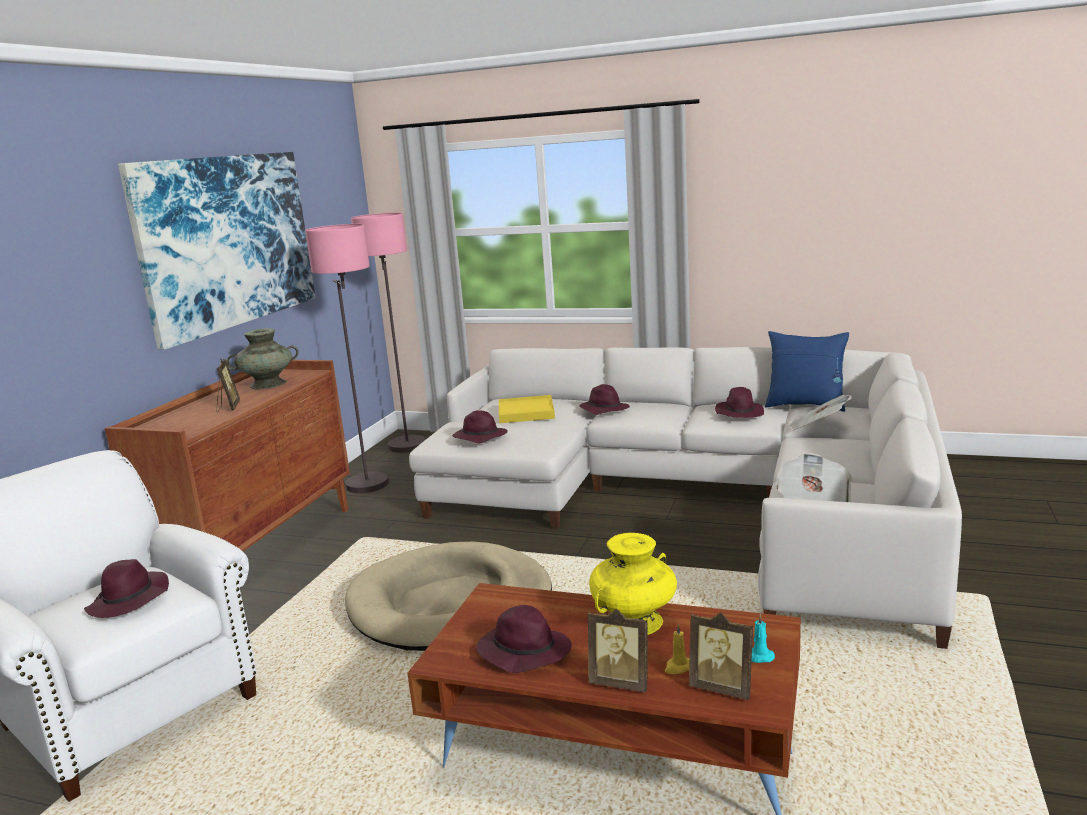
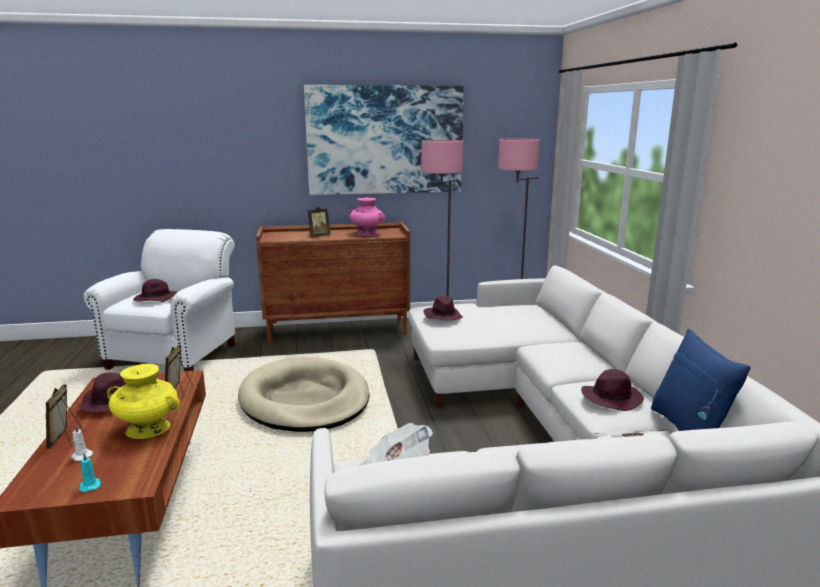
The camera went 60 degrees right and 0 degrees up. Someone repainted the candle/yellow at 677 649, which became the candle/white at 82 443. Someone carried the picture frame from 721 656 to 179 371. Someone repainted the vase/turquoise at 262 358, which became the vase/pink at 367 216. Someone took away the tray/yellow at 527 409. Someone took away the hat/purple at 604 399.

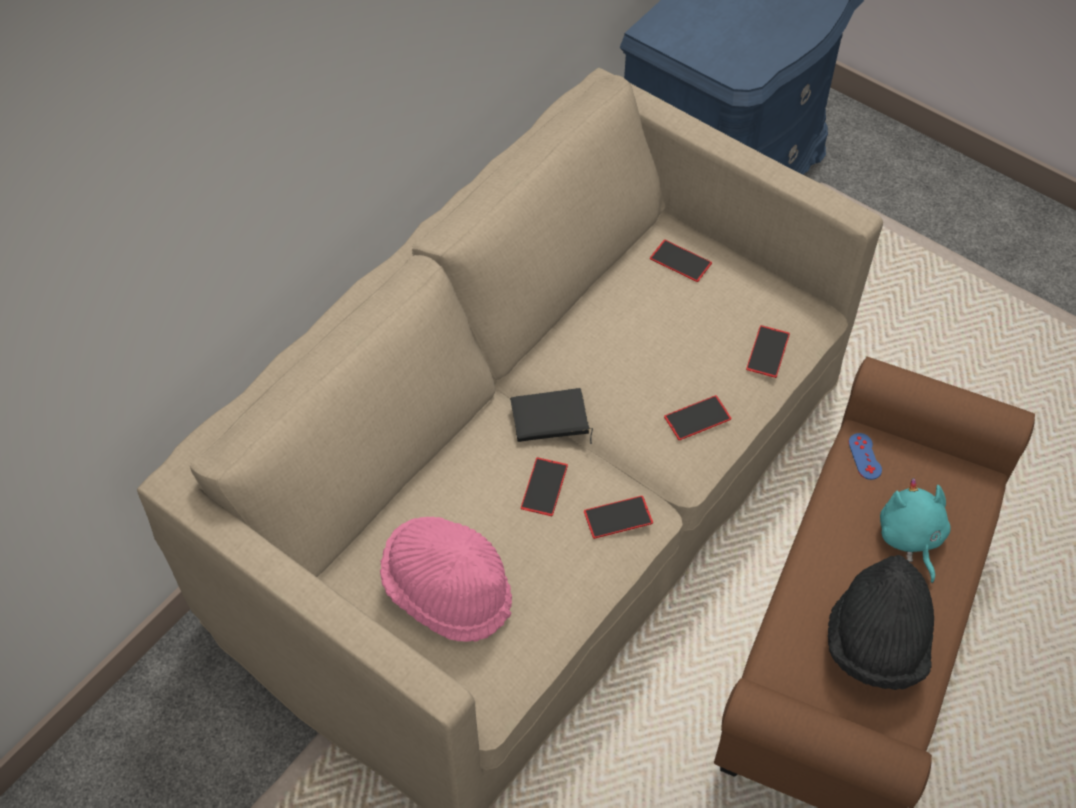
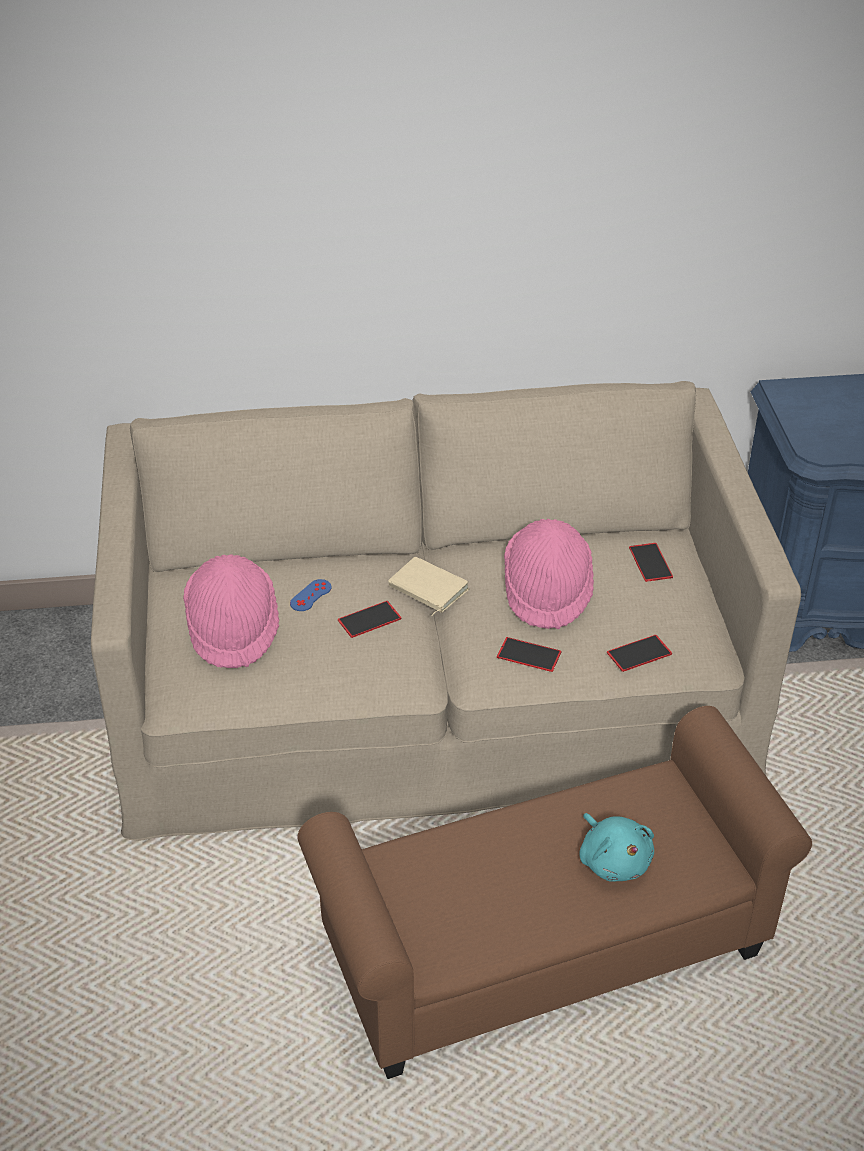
The camera went 45 degrees right and 15 degrees down. Someone carried the game controller/blue from 865 456 to 311 595. Someone repainted the book/black at 551 416, which became the book/beige at 428 586. Someone put down the hat/pink at 549 574. Someone rotated the plush toy/turquoise at 915 530 by 120 degrees clockwise. Someone took away the phone at 618 517. Someone took away the hat/black at 881 622.

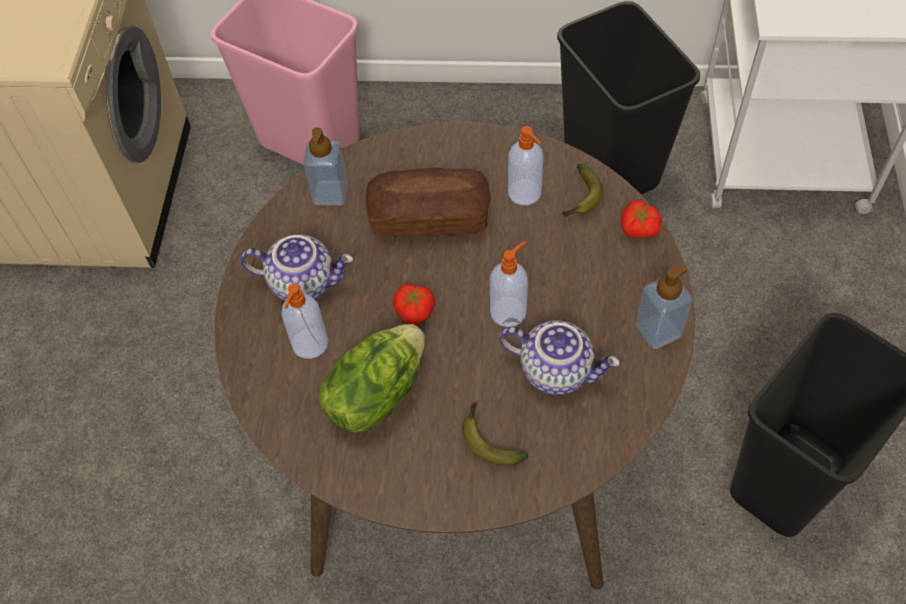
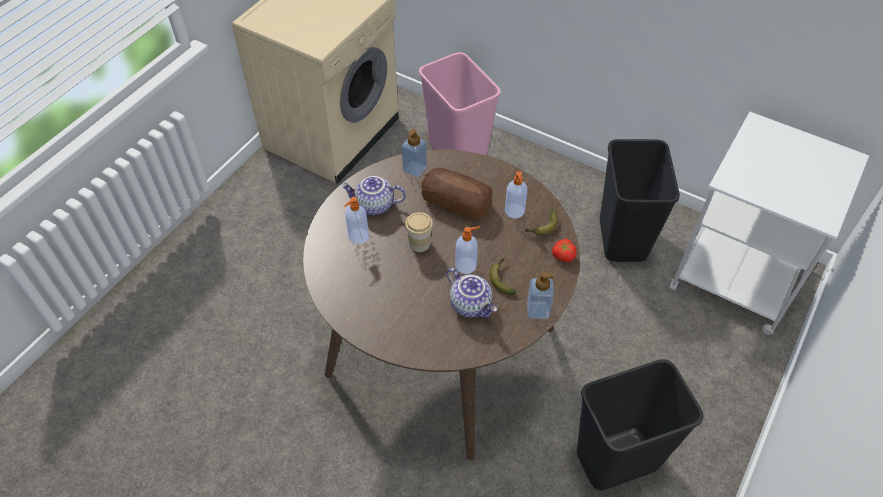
The camera went 25 degrees right and 5 degrees down. Someone rotated the teapot at 297 267 by 150 degrees clockwise. Someone swapped the tomato at 414 304 for the cup at 419 232. Someone carried the banana from 495 434 to 502 276. Someone took away the lettuce at 371 378.

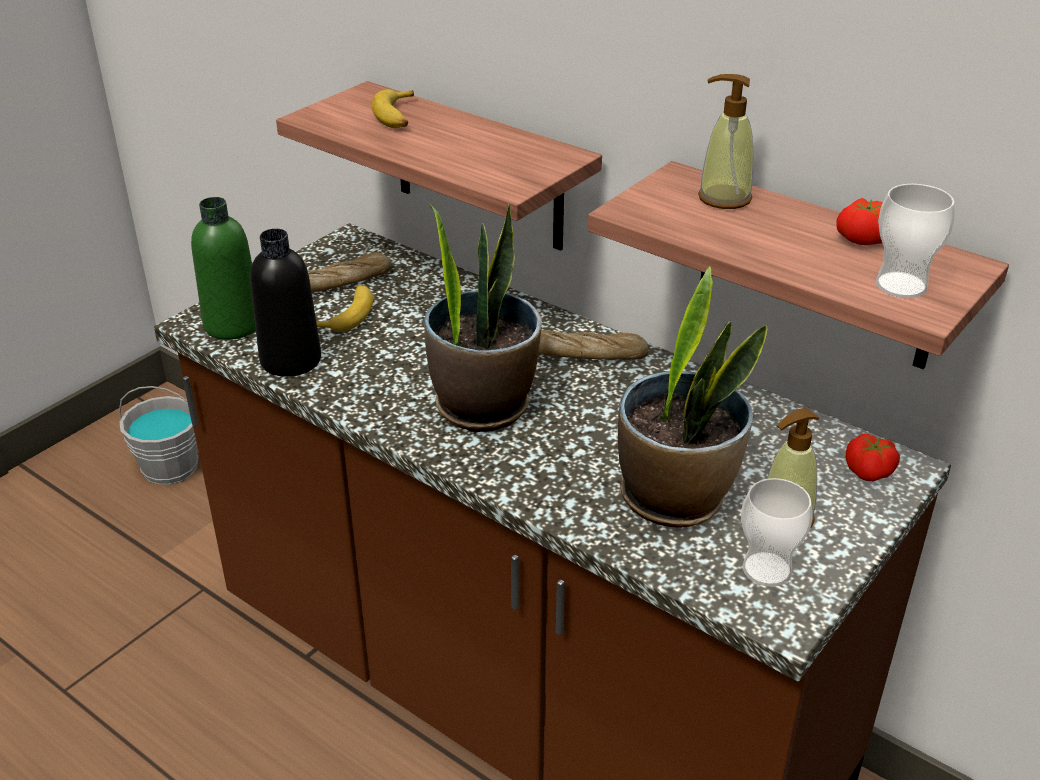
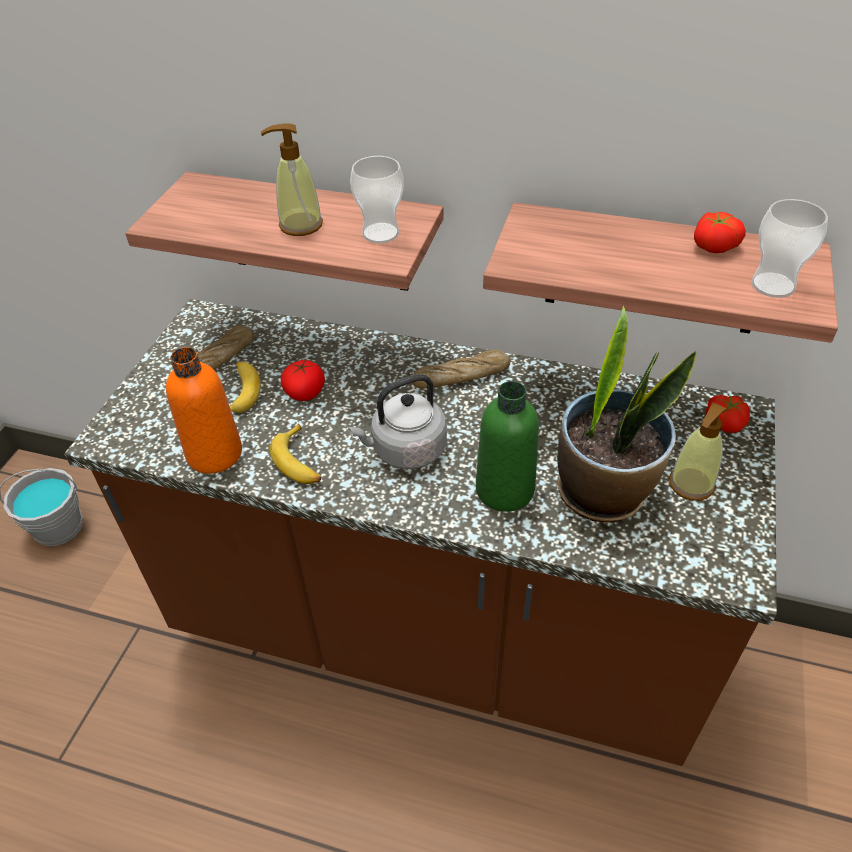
The camera went 20 degrees left and 10 degrees up. Someone repainted the bottle/black at 285 303, which became the bottle/orange at 204 410. Someone carried the soap dispenser from 726 141 to 292 179. Someone carried the banana from 392 108 to 295 453. Someone put down the tomato at 303 380. Someone swapped the potted plant at 483 317 for the kettle/grey at 397 421. Someone carried the cup from 777 532 to 377 199. Someone carried the bottle/green from 223 268 to 507 446.

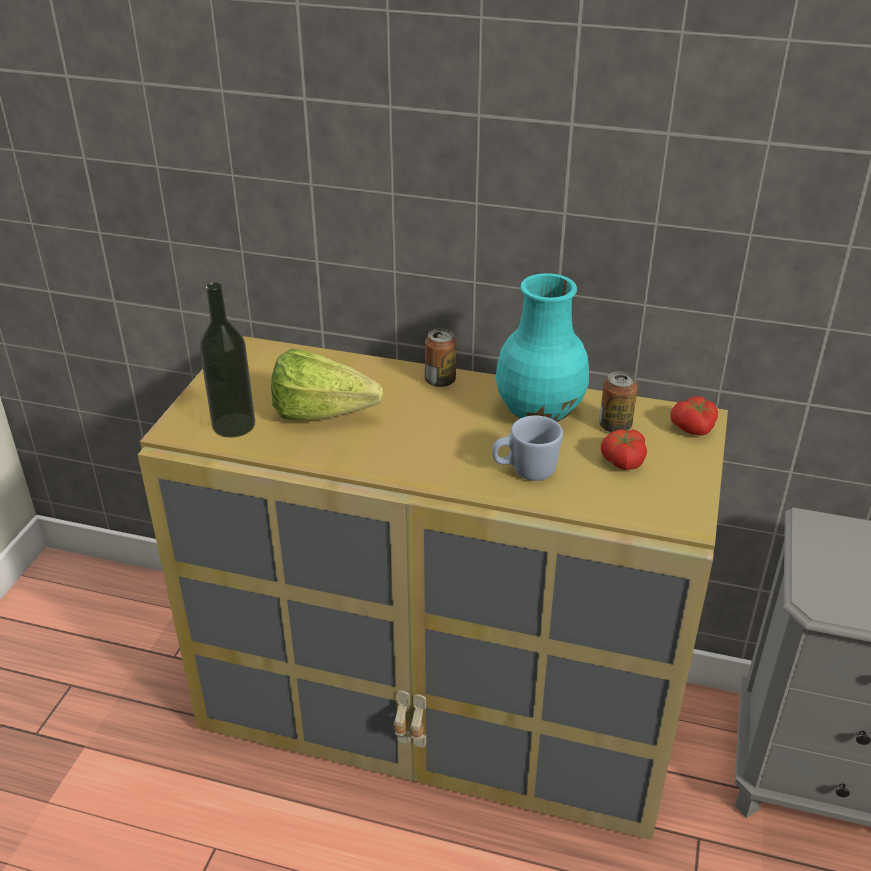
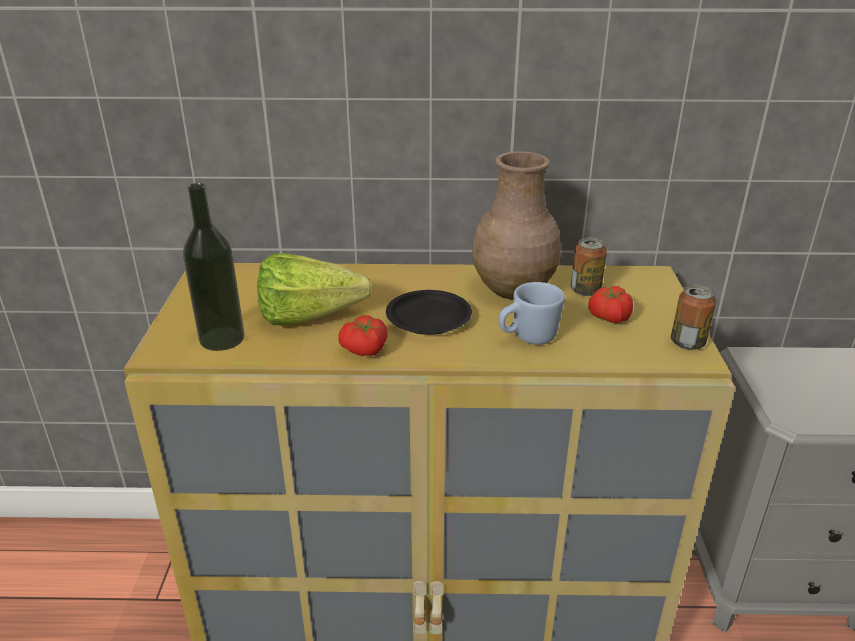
The camera went 15 degrees left and 5 degrees down. Someone carried the tomato from 694 416 to 363 335. Someone put down the plate/black at 429 312. Someone repainted the vase/turquoise at 542 347, which became the vase/brown at 516 225. Someone carried the can from 441 357 to 693 317.

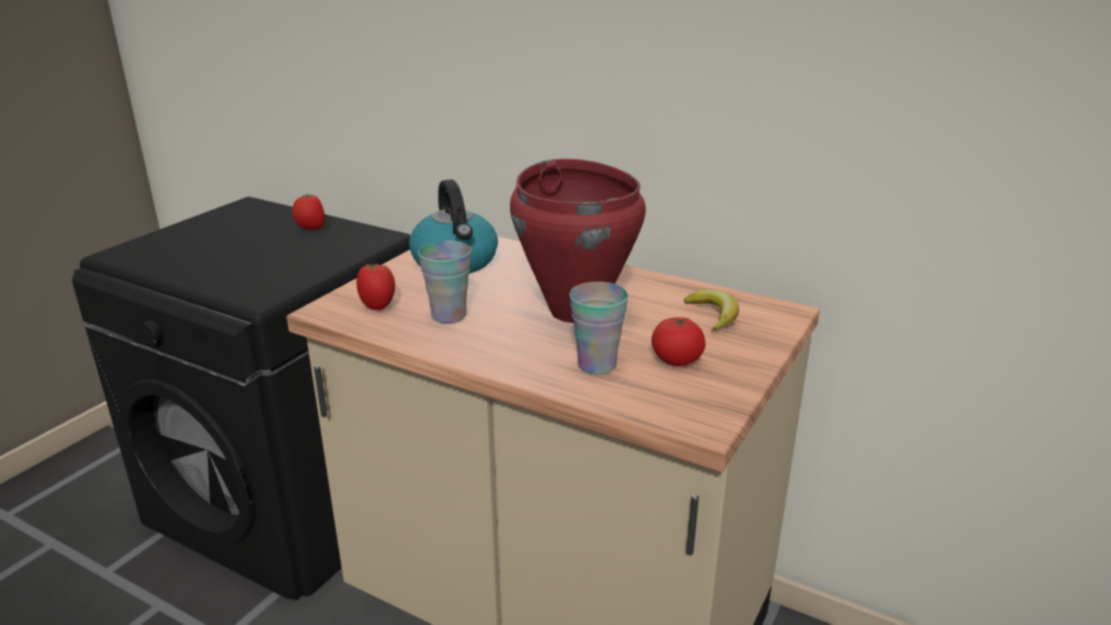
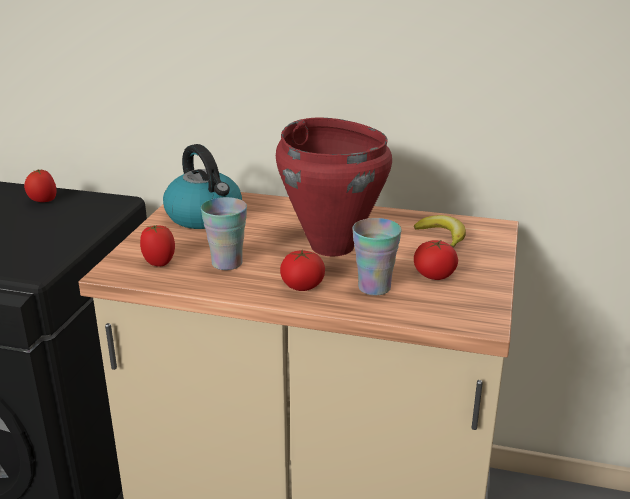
The camera went 15 degrees left and 0 degrees up. Someone put down the tomato at 302 270.

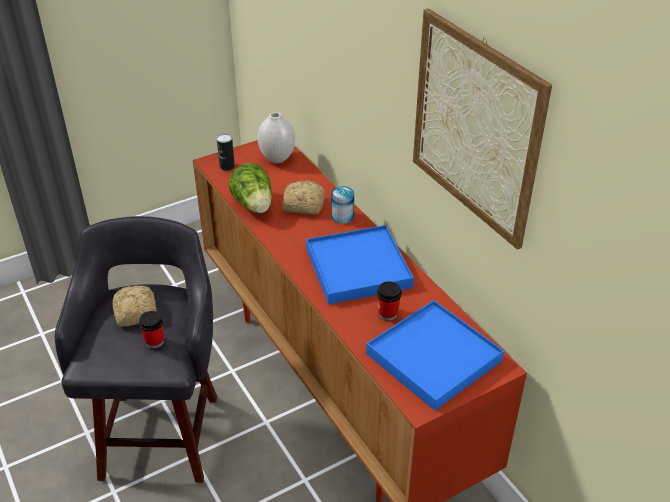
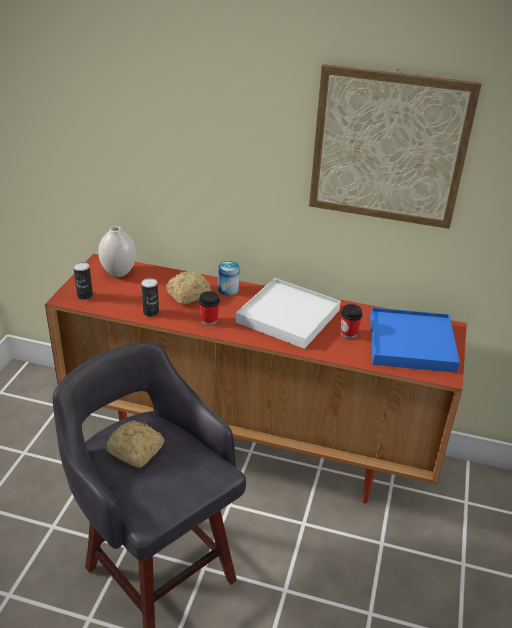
The camera went 45 degrees left and 5 degrees down. Someone swapped the lettuce at 250 188 for the can at 150 297. Someone carried the cup from 151 329 to 209 308. Someone repainted the tray/blue at 360 264, which became the tray/white at 288 313.

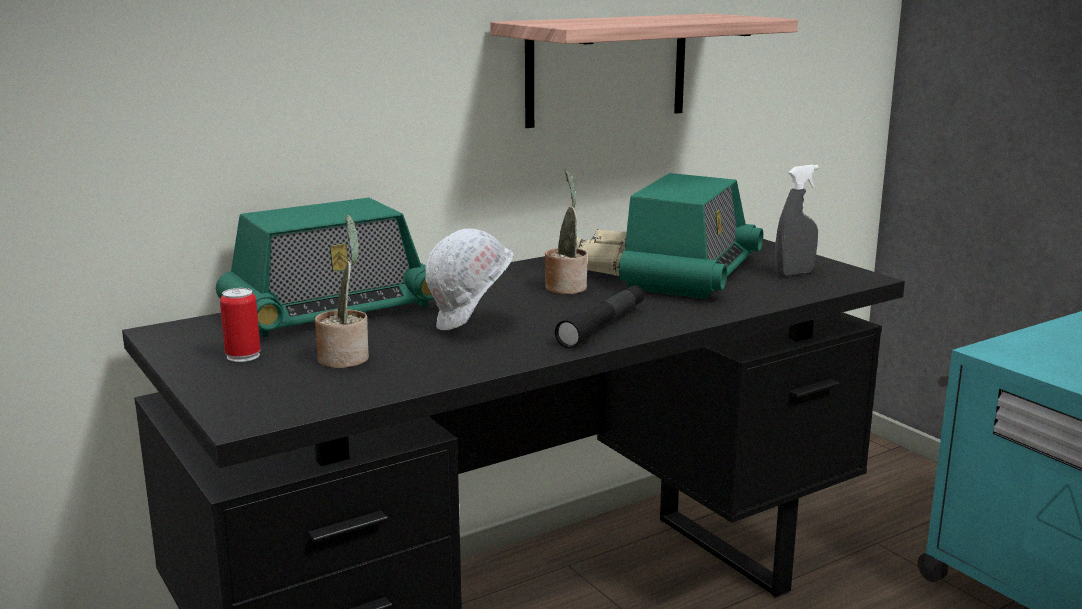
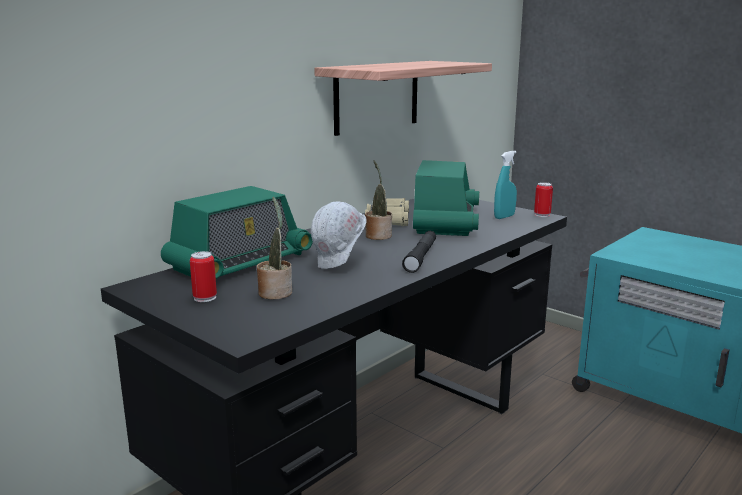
The camera went 15 degrees left and 0 degrees up. Someone repainted the spray bottle/grey at 797 220, which became the spray bottle/turquoise at 505 185. Someone put down the can at 543 199.

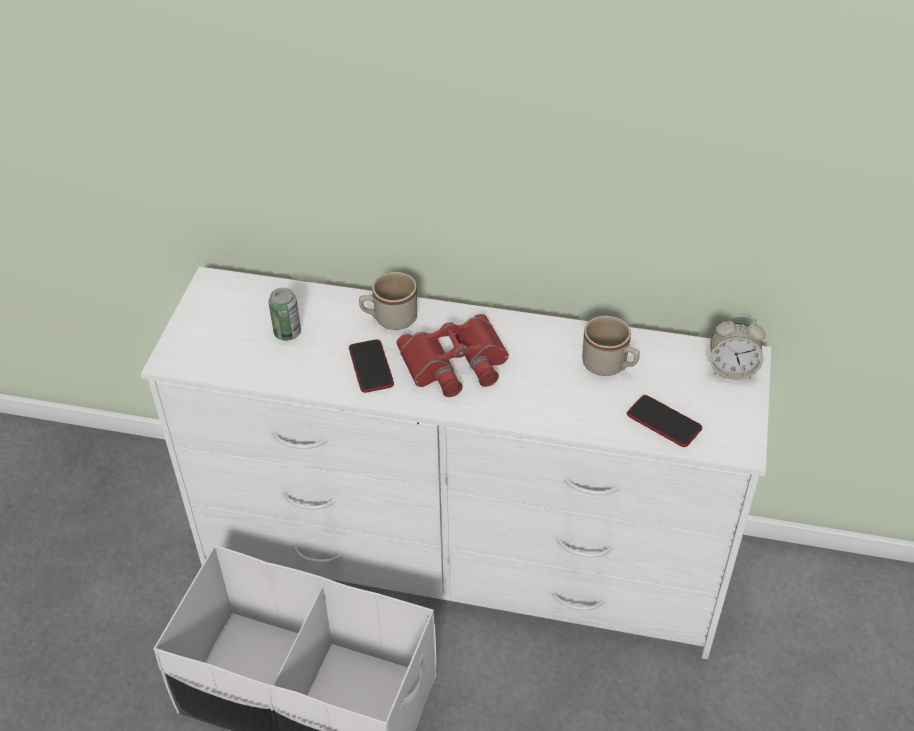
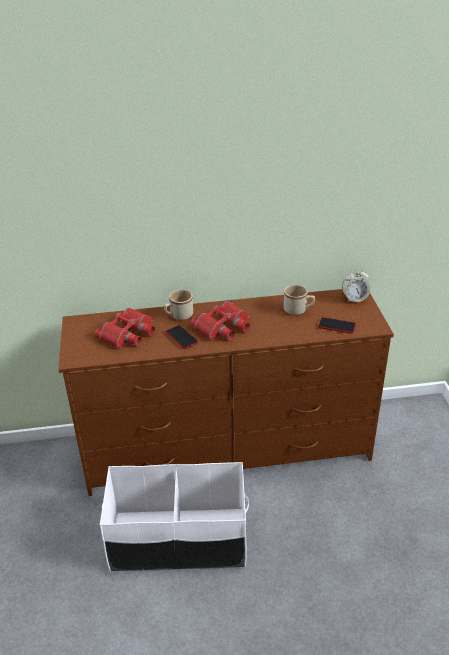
The camera went 20 degrees left and 10 degrees down. Someone repainted the dresser/white at 456 463, which became the dresser/brown at 226 392. Someone swapped the can at 285 314 for the binoculars/red at 124 328.

